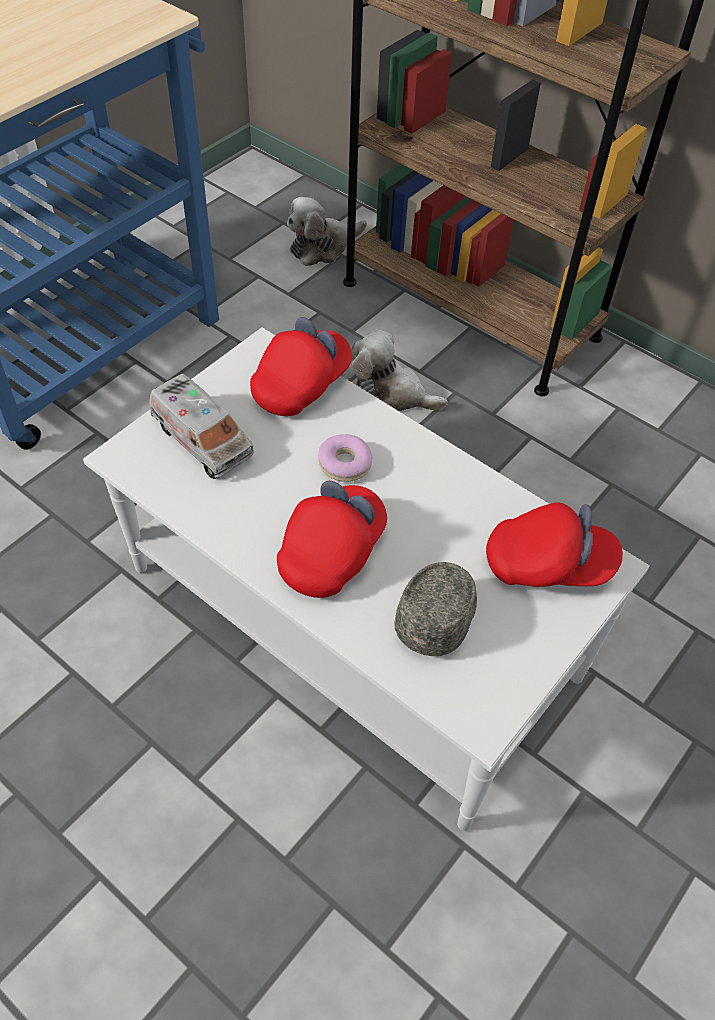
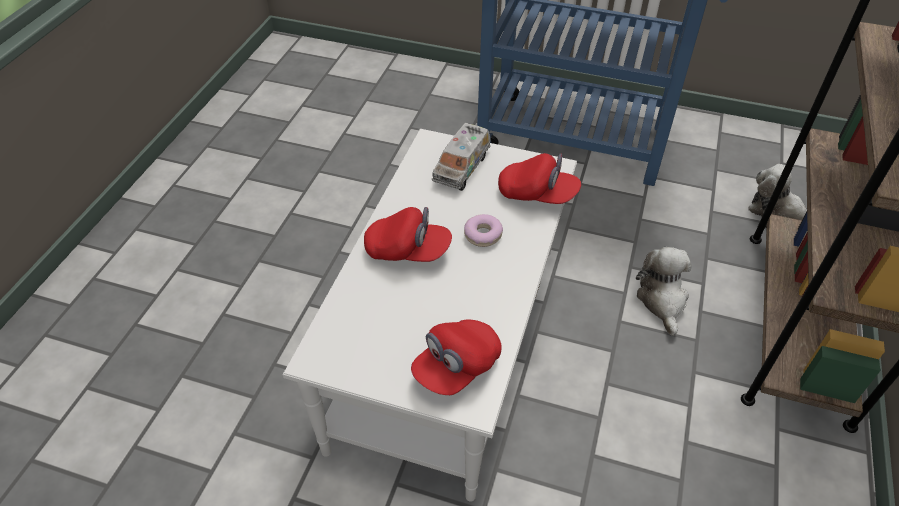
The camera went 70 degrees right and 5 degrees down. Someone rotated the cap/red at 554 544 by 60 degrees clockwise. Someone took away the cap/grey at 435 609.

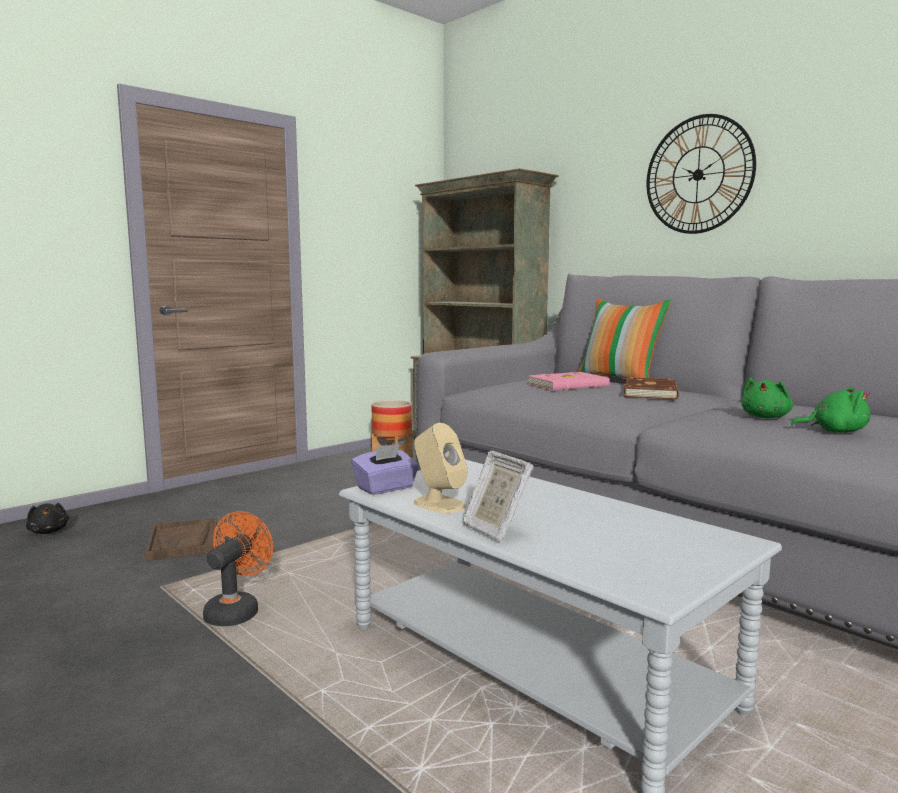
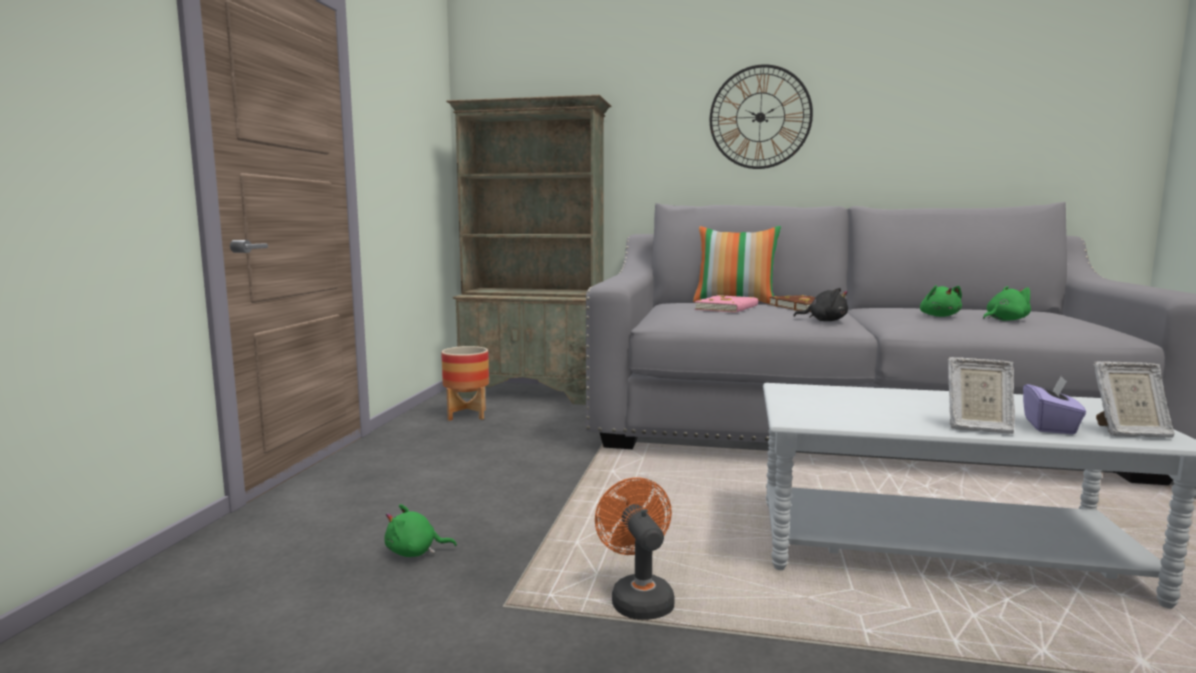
The camera went 35 degrees left and 0 degrees up. Someone swapped the tray/brown at 181 539 for the plush toy/green at 420 530. Someone carried the plush toy/black from 47 518 to 820 304. Someone carried the tissue box/purple from 385 469 to 1054 405. Someone put down the picture frame at 1134 399. Someone took away the speaker/beige at 440 468.

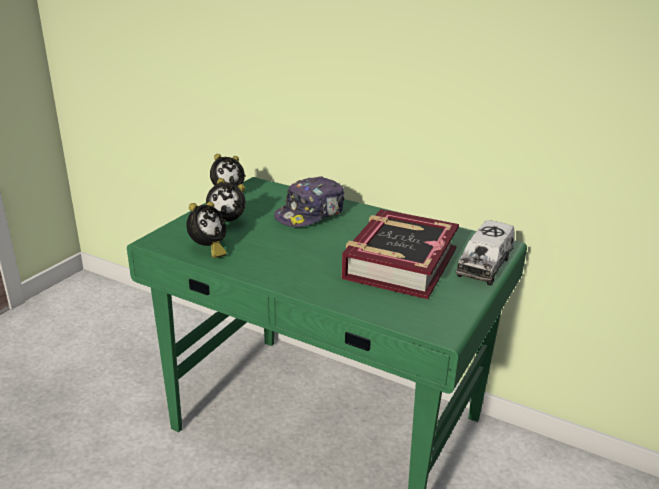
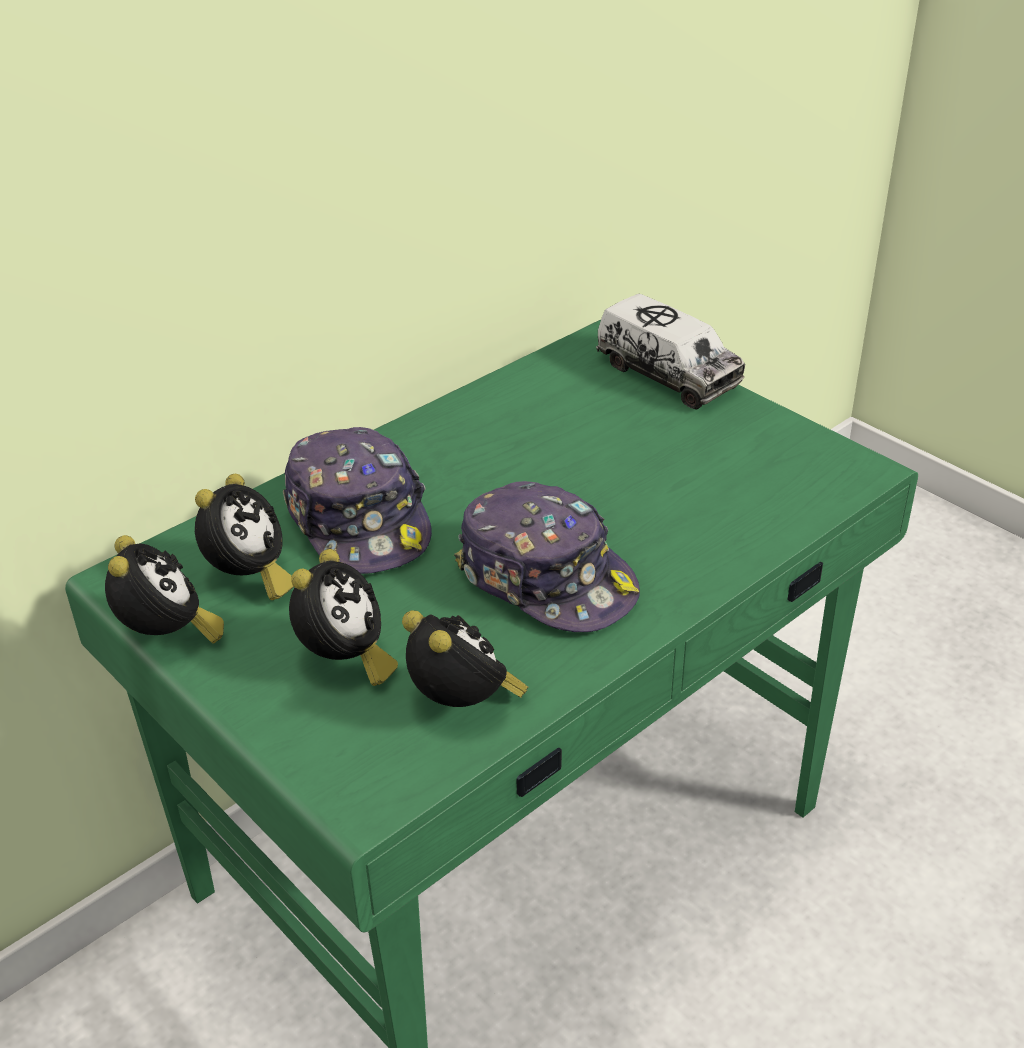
The camera went 70 degrees left and 10 degrees up. Someone put down the alarm clock at 244 537. Someone put down the cap at 547 556. Someone took away the book at 400 254.

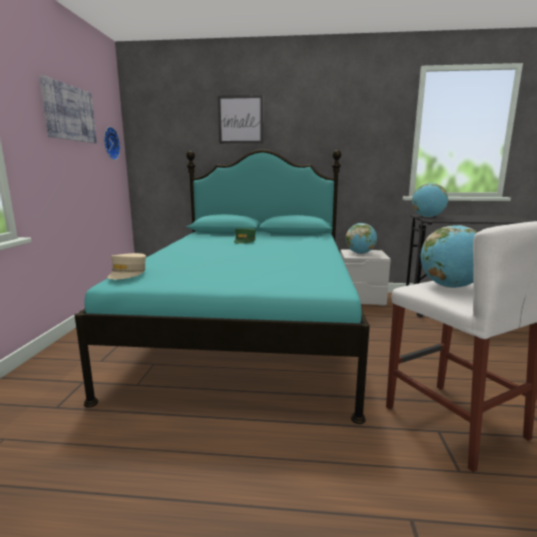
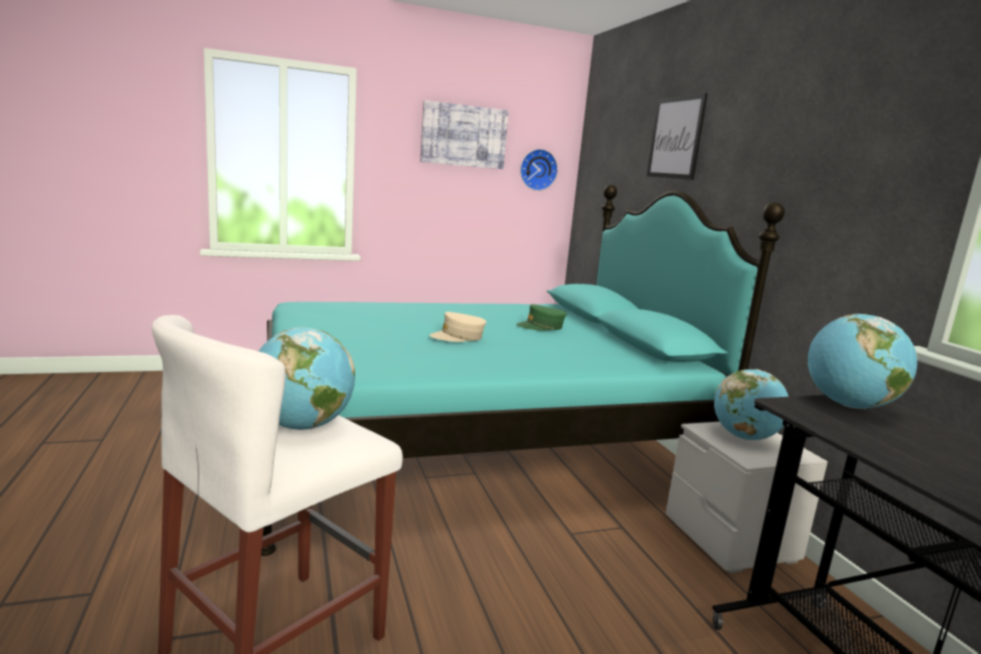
The camera went 65 degrees right and 0 degrees up. Someone carried the cap/beige from 126 266 to 458 327.

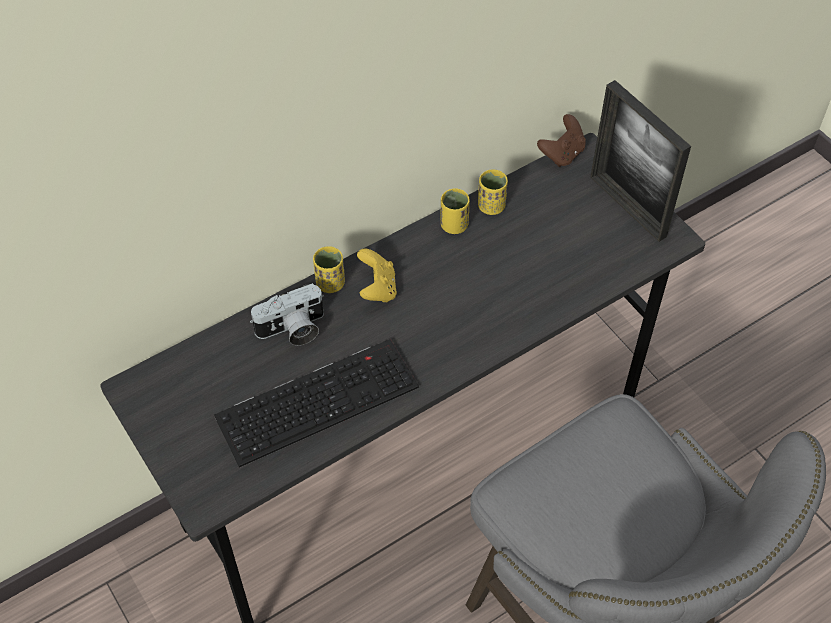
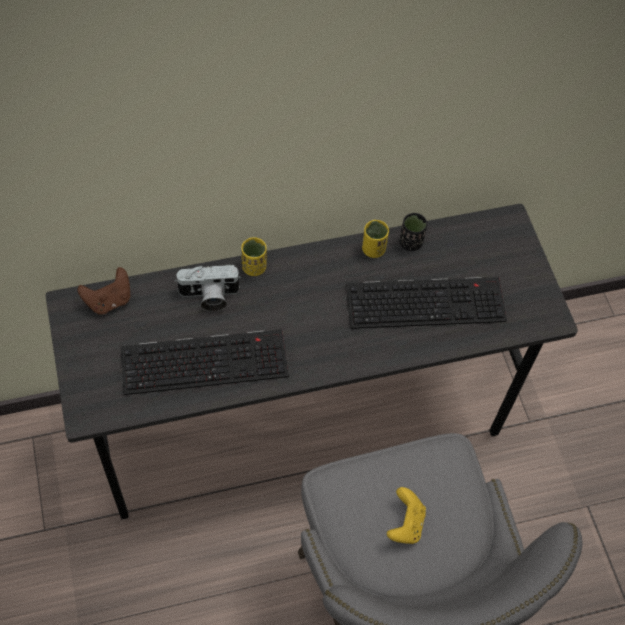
The camera went 15 degrees right and 5 degrees up. Someone carried the game controller/brown from 561 140 to 103 291. Someone put down the keyboard at 426 303. Someone carried the game controller/yellow from 377 275 to 406 515. Someone repainted the cup/yellow at 493 192, which became the cup/black at 413 232. Someone took away the picture frame at 640 161.

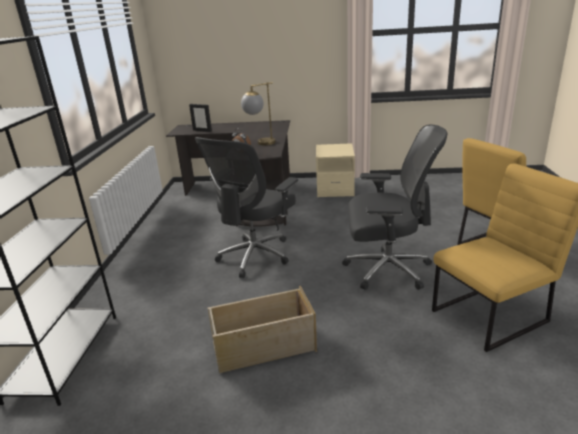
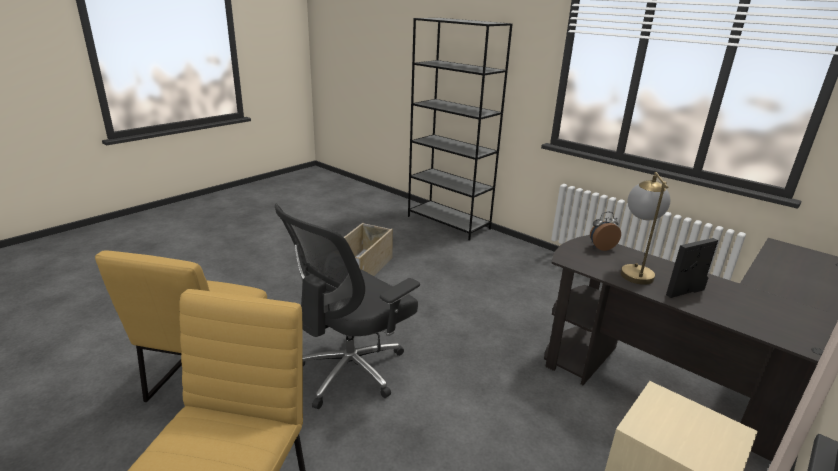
The camera went 125 degrees right and 0 degrees up. Someone carried the picture frame from 200 118 to 692 268. Someone took away the office chair at 246 207.

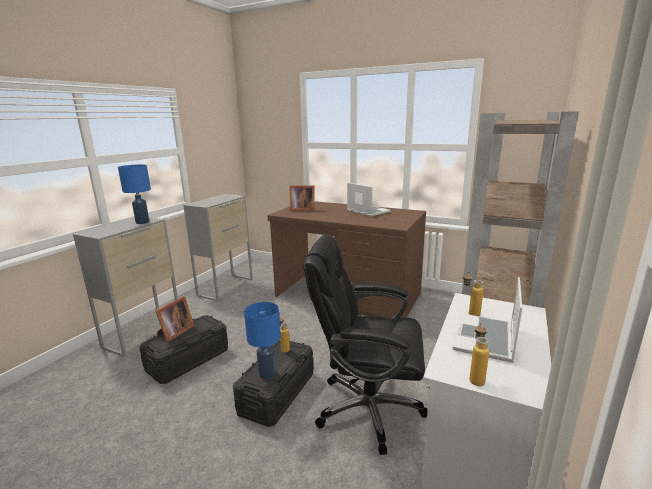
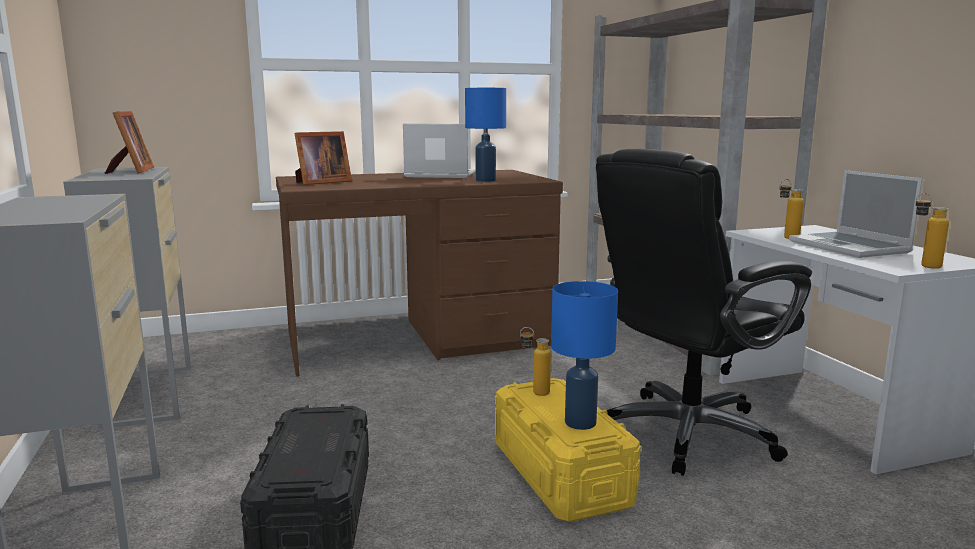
The camera went 45 degrees left and 5 degrees down. Someone carried the picture frame from 175 319 to 129 142. Someone carried the table lamp/blue from 134 194 to 485 135. Someone repainted the storage box/black at 273 383, which became the storage box/yellow at 568 450.

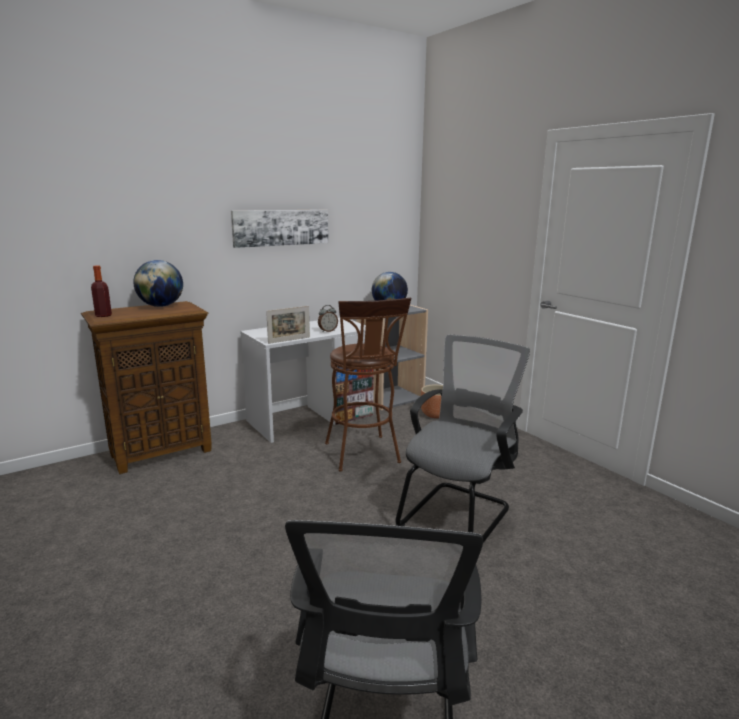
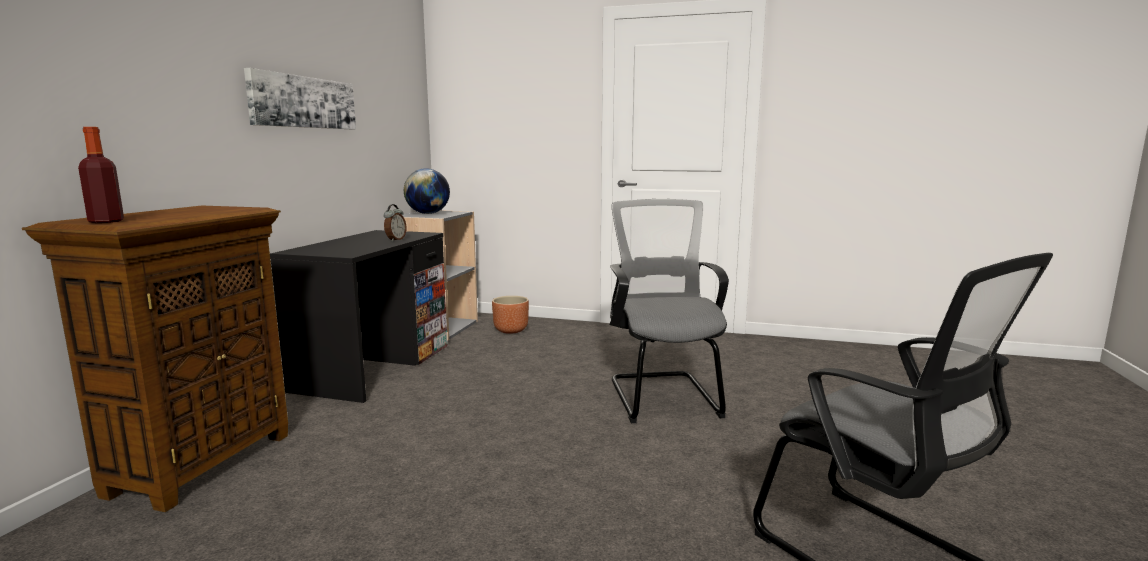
The camera went 40 degrees left and 5 degrees down. Someone repainted the desk/white at 307 380, which became the desk/black at 359 316. Someone took away the globe at 158 283. Someone took away the picture frame at 288 325. Someone took away the stool/brown at 368 384.

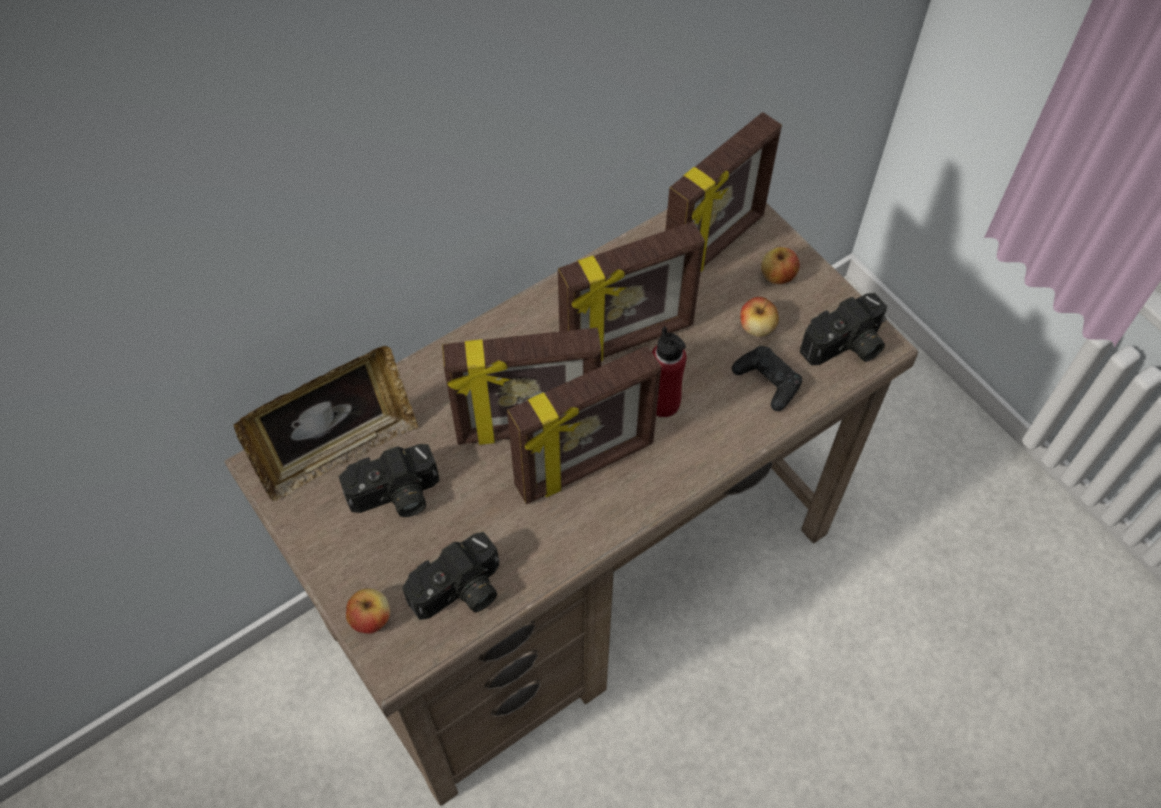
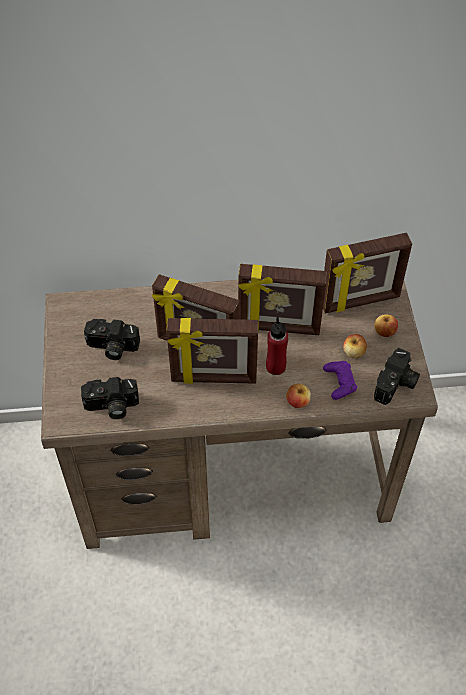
The camera went 30 degrees right and 5 degrees down. Someone carried the apple from 368 611 to 298 396. Someone repainted the game controller/black at 767 378, which became the game controller/purple at 340 380. Someone rotated the photo camera at 843 329 by 60 degrees counterclockwise. Someone took away the picture frame at 326 423.

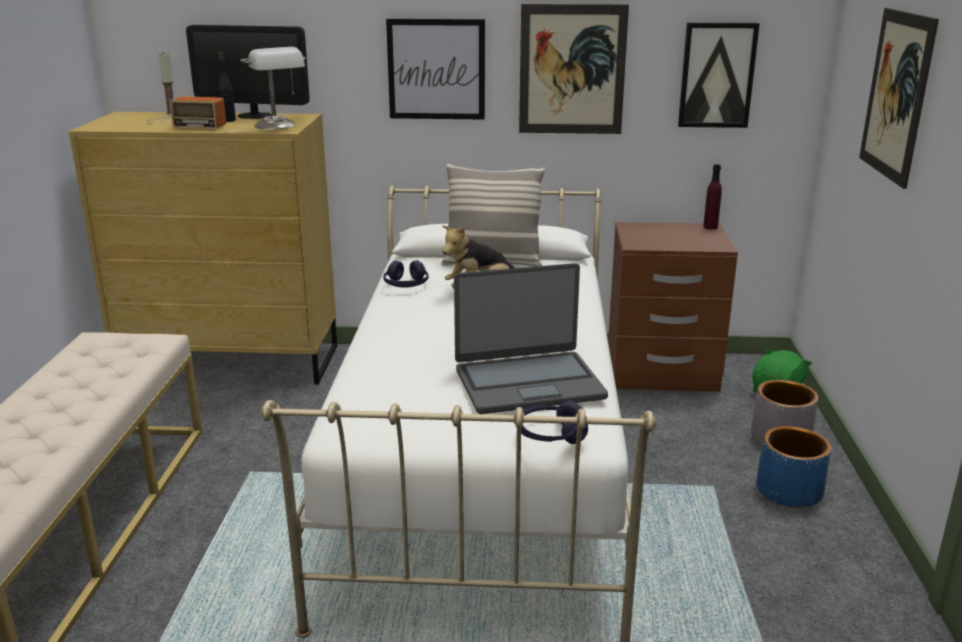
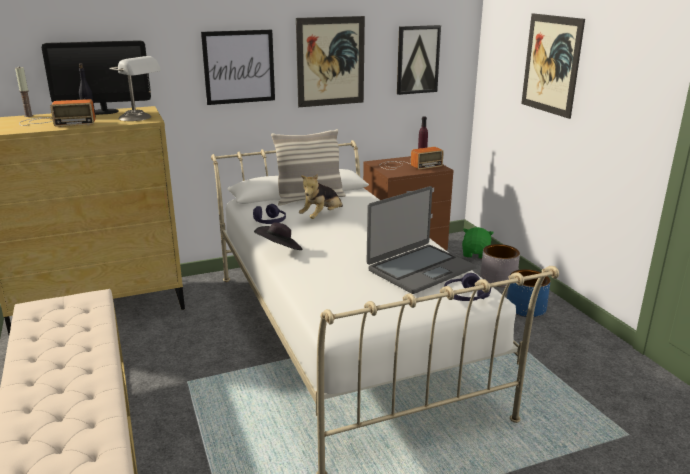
The camera went 25 degrees left and 0 degrees up. Someone put down the hat/black at 278 236. Someone put down the radio at 412 158.

